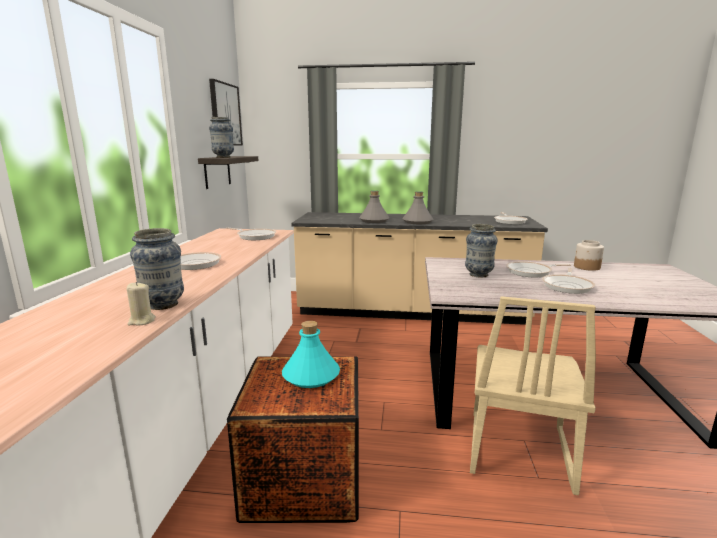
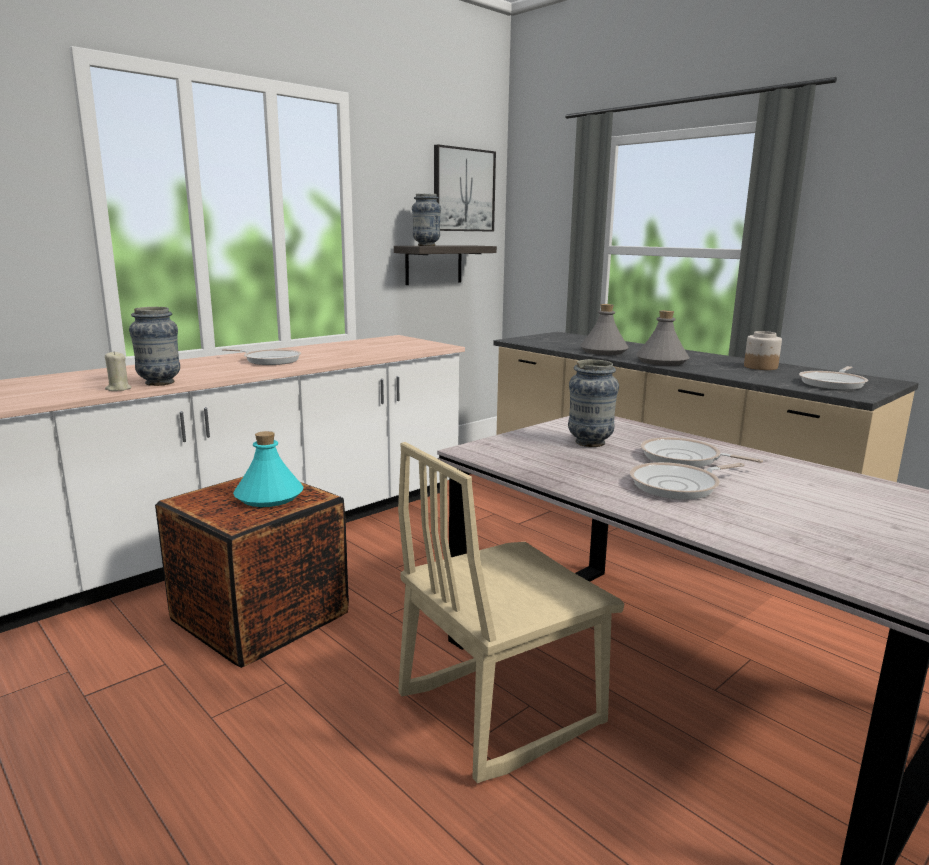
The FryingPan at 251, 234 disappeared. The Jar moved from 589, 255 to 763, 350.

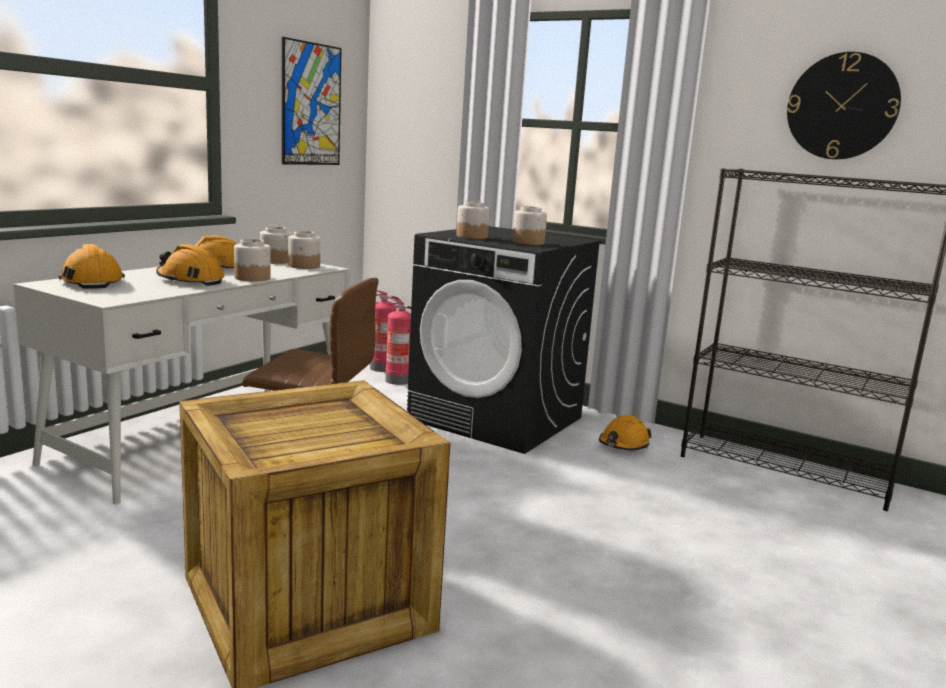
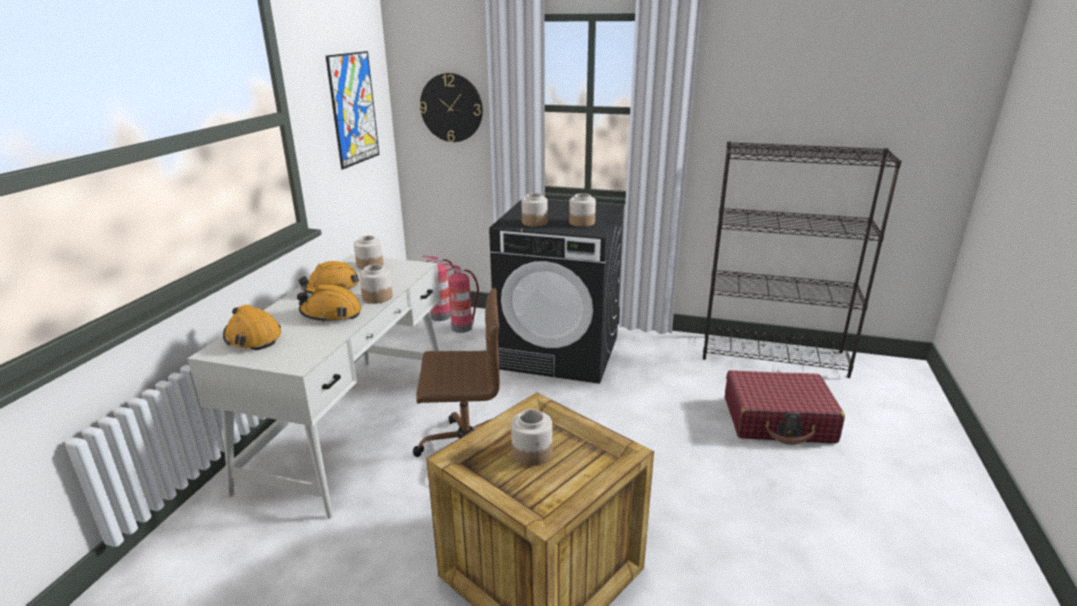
The Jar moved from 304, 250 to 531, 437. The OrangeHardHat at 625, 432 disappeared. The WallClock moved from 844, 105 to 451, 107. The RedSuitcase at 785, 407 appeared.

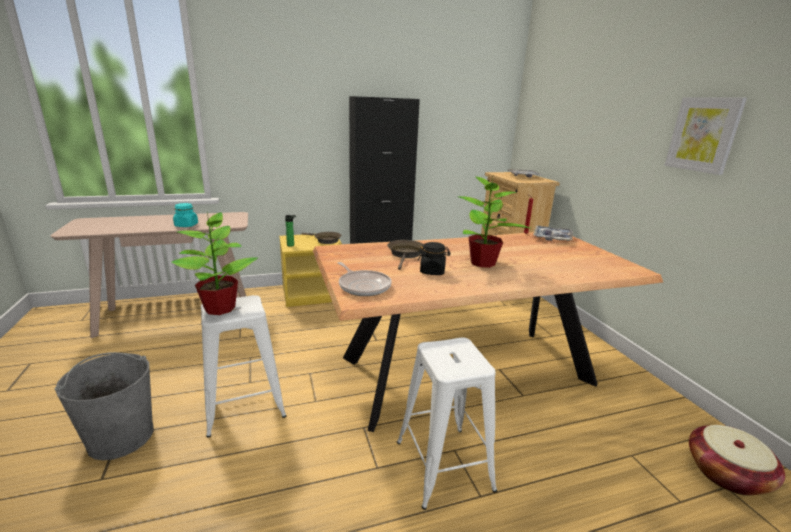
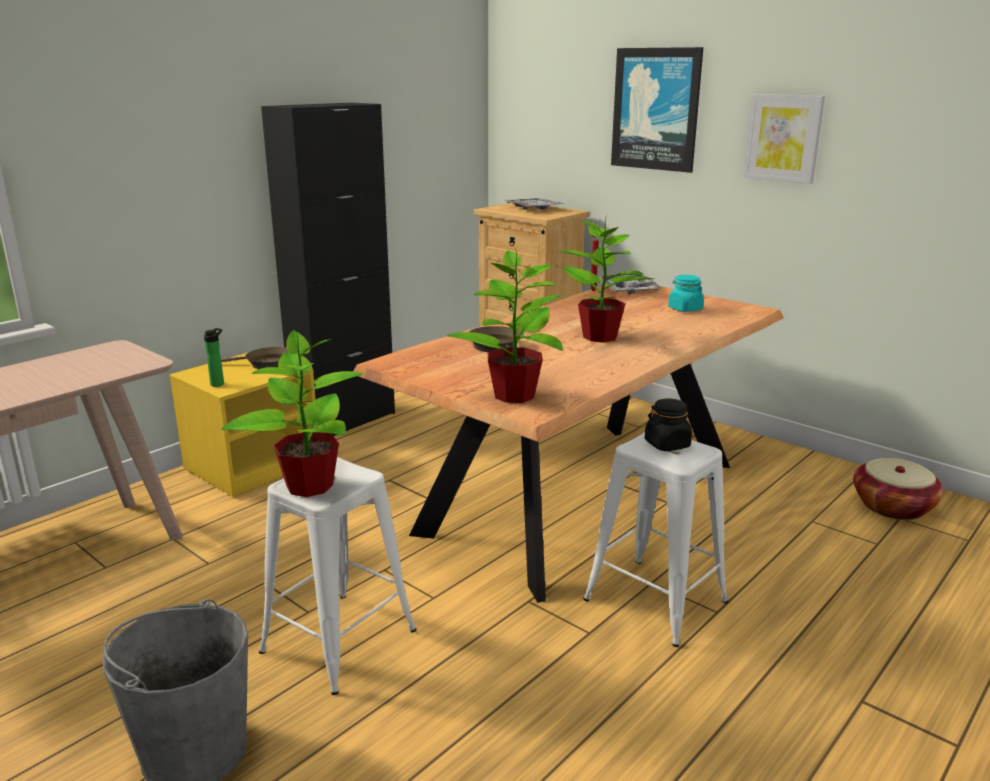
The TurquoiseJar moved from 185, 215 to 686, 293. The FryingPan at 365, 279 was replaced by the PottedPlant at 504, 326. The BlackJar moved from 434, 258 to 669, 424. The Picture at 657, 110 appeared.

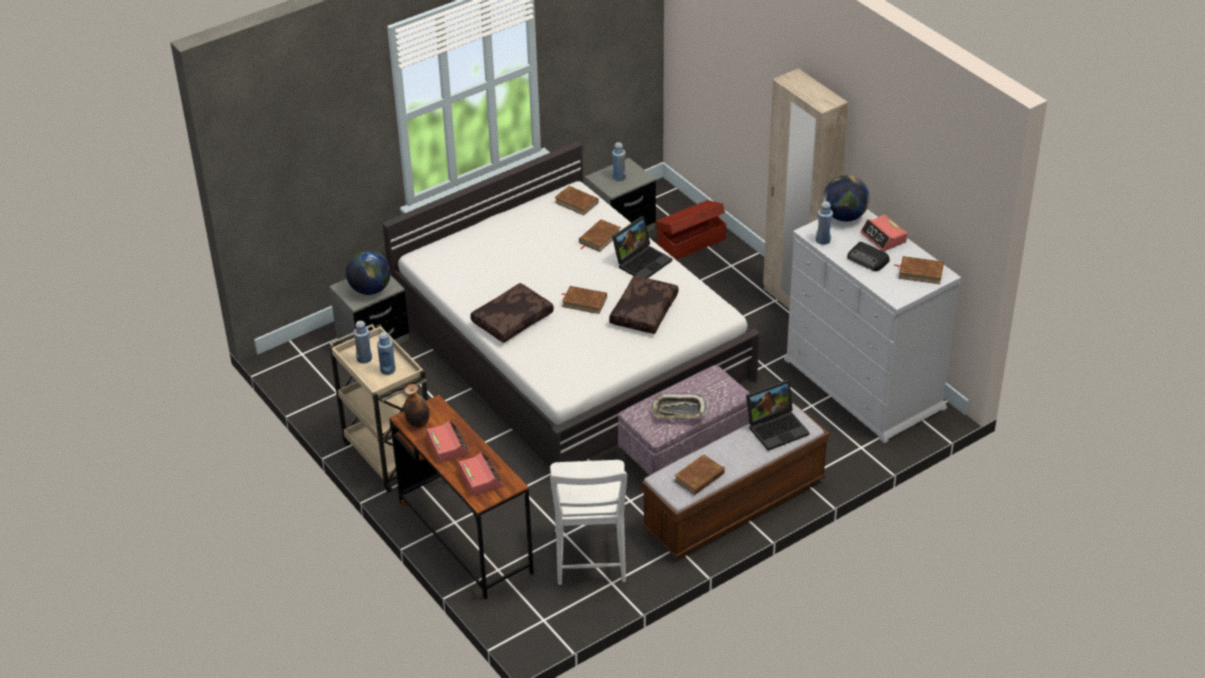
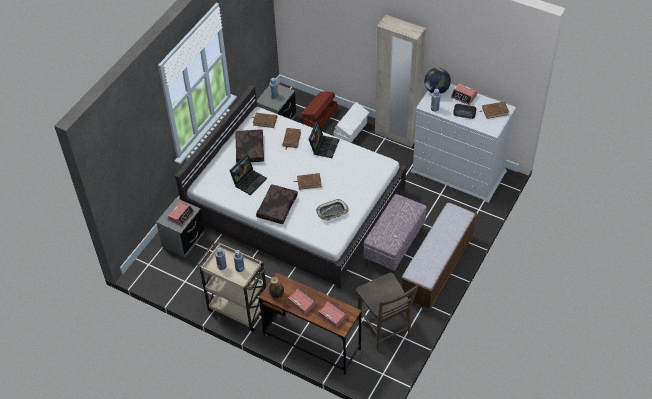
The Globe at 368, 272 was replaced by the AlarmClock at 181, 214. The WhiteChair at 588, 522 became the BrownChair at 387, 311. The BrownPillow moved from 644, 305 to 250, 146. The Tray moved from 679, 406 to 332, 210. The BrownBook at 699, 474 disappeared. The Laptop moved from 778, 415 to 248, 174. The WhiteStorageBox at 351, 122 appeared.

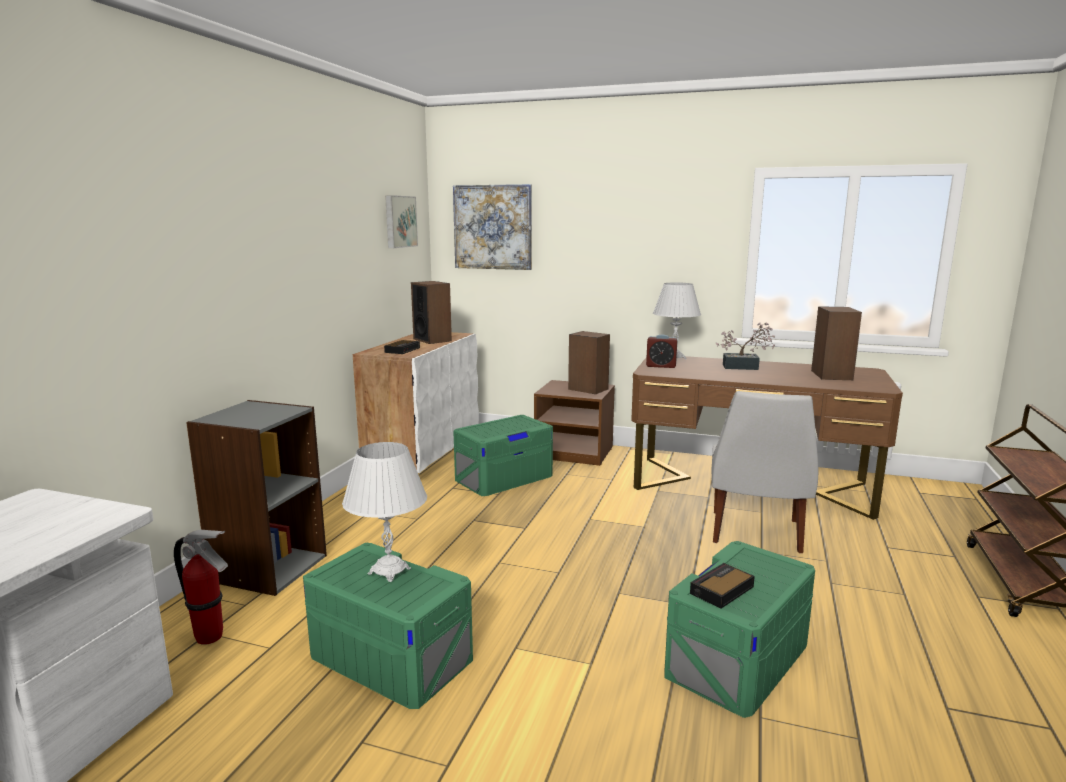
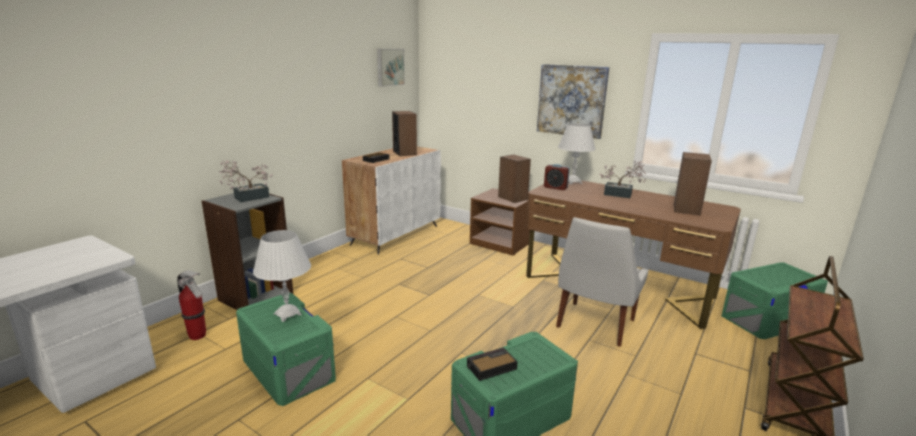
The Picture moved from 492, 227 to 573, 101. The GreenStorageBox moved from 503, 455 to 774, 300. The PottedPlant at 246, 181 appeared.

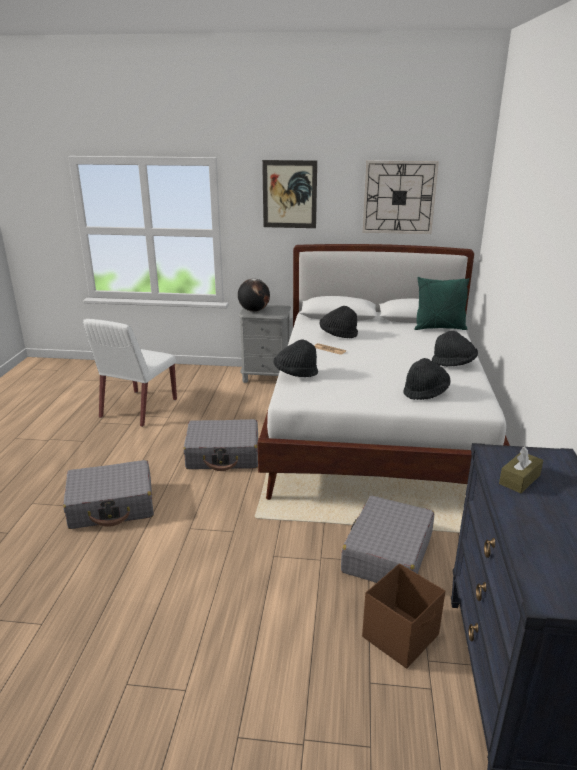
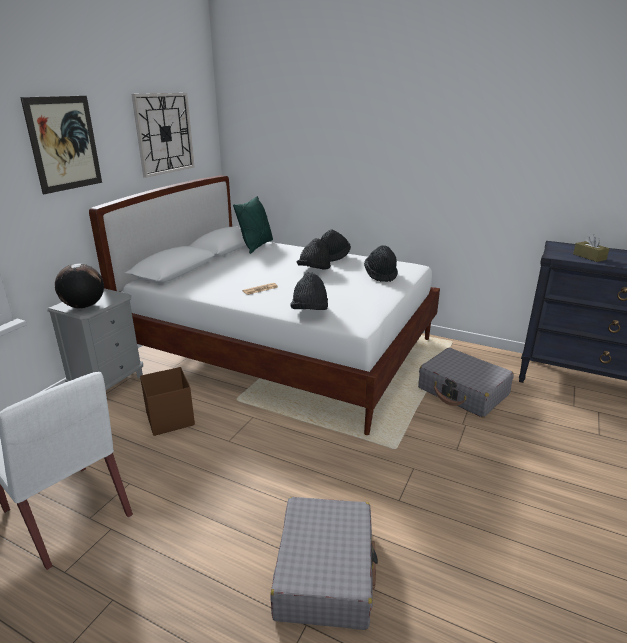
The GreySuitcase at 220, 445 disappeared. The BlackHat moved from 339, 322 to 313, 254. The BrownStorageBox moved from 403, 616 to 167, 401.

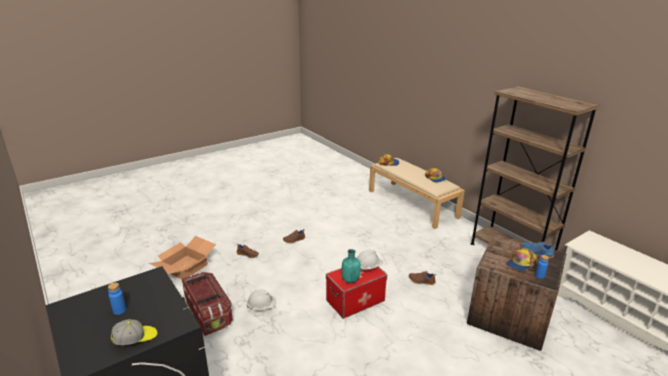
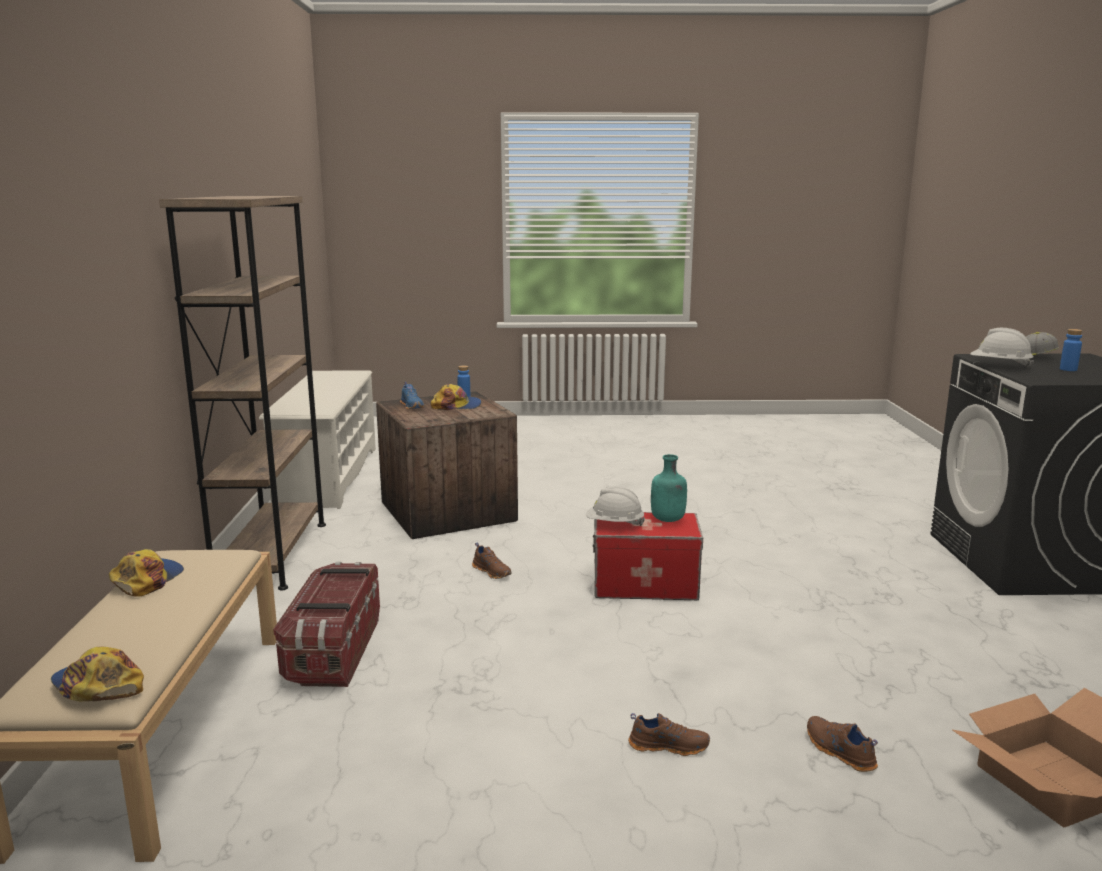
The StorageBox moved from 207, 304 to 326, 624. The WhiteHardHat moved from 261, 300 to 1002, 348.

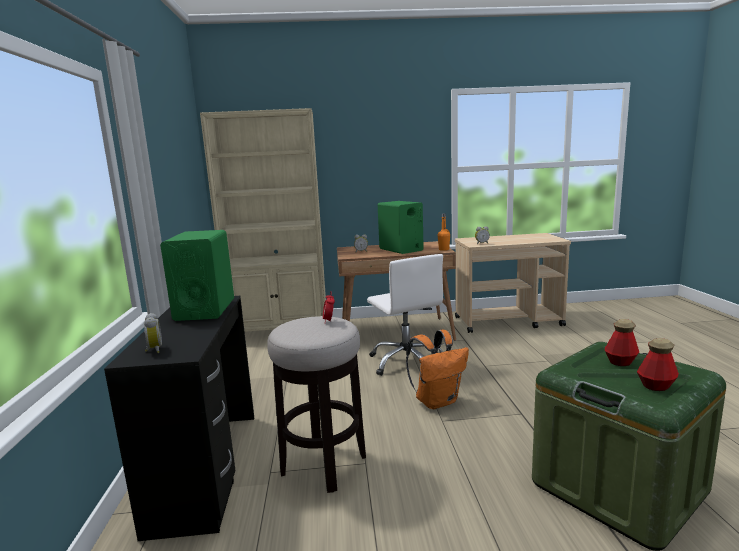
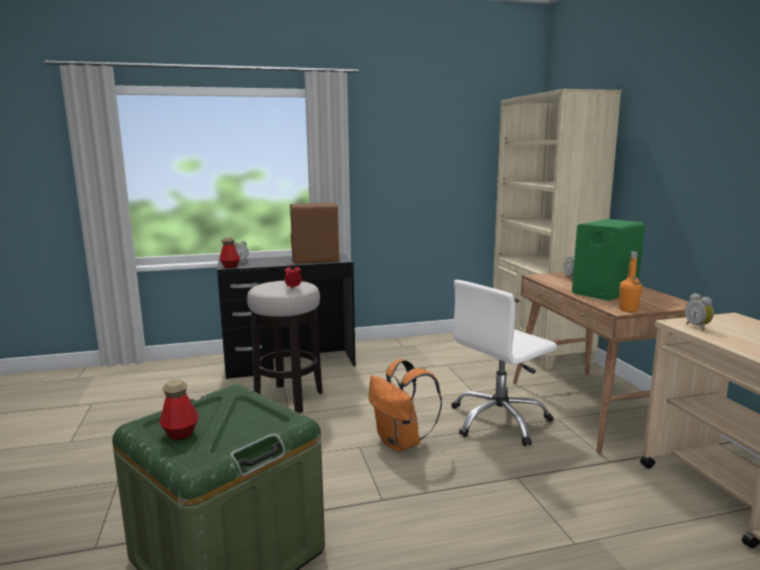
The GreenSpeaker at 197, 275 became the BrownSpeaker at 314, 233. The Bottle moved from 622, 342 to 229, 252.

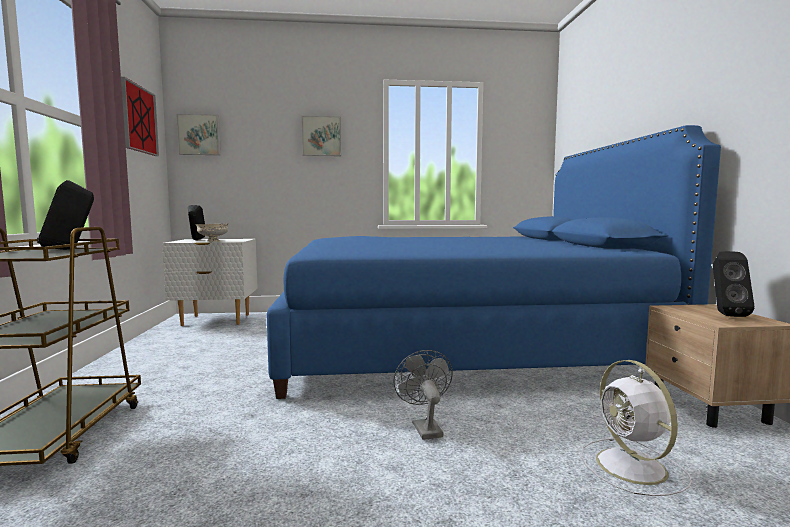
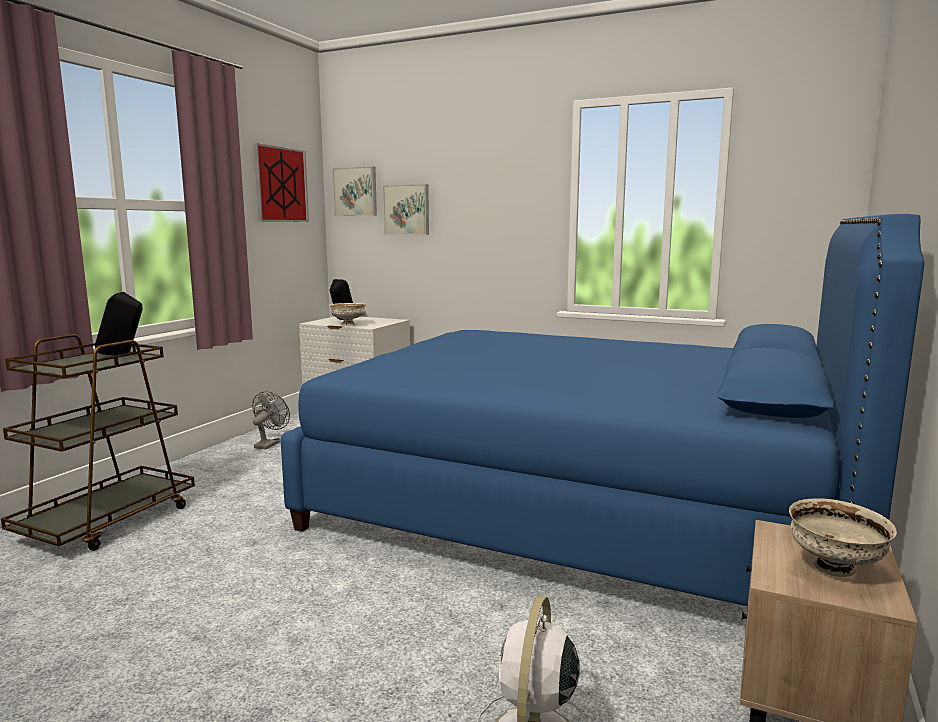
The Picture moved from 321, 136 to 406, 209. The GreyFan moved from 423, 395 to 271, 420. The BlackSpeaker at 734, 284 was replaced by the BeigeBowl at 843, 537.

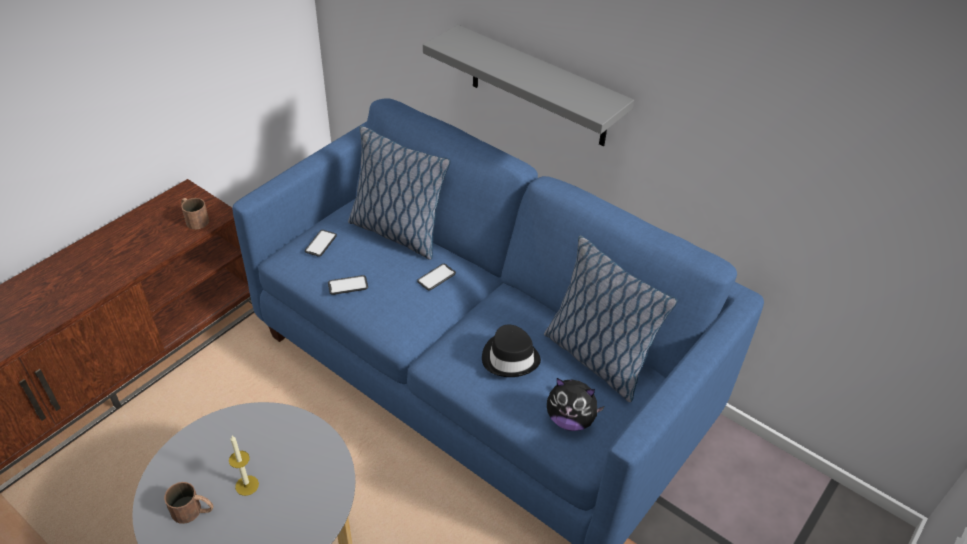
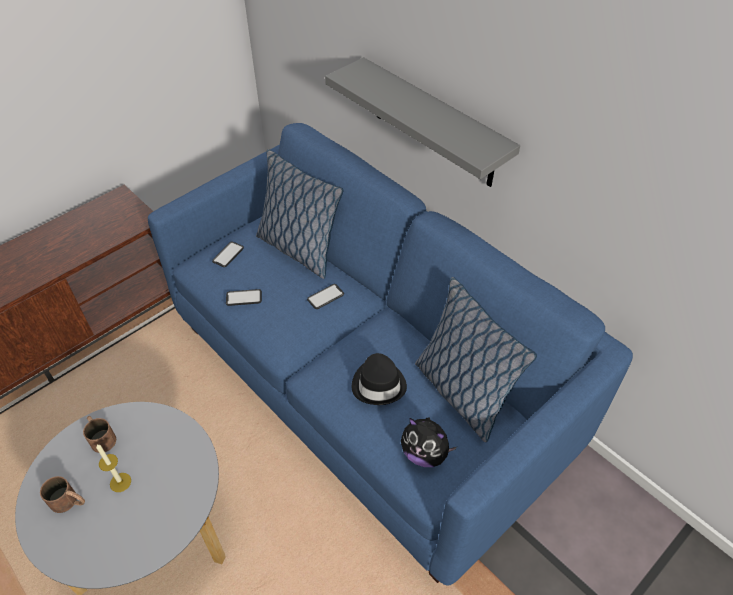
The BrownMug moved from 195, 214 to 99, 434.

